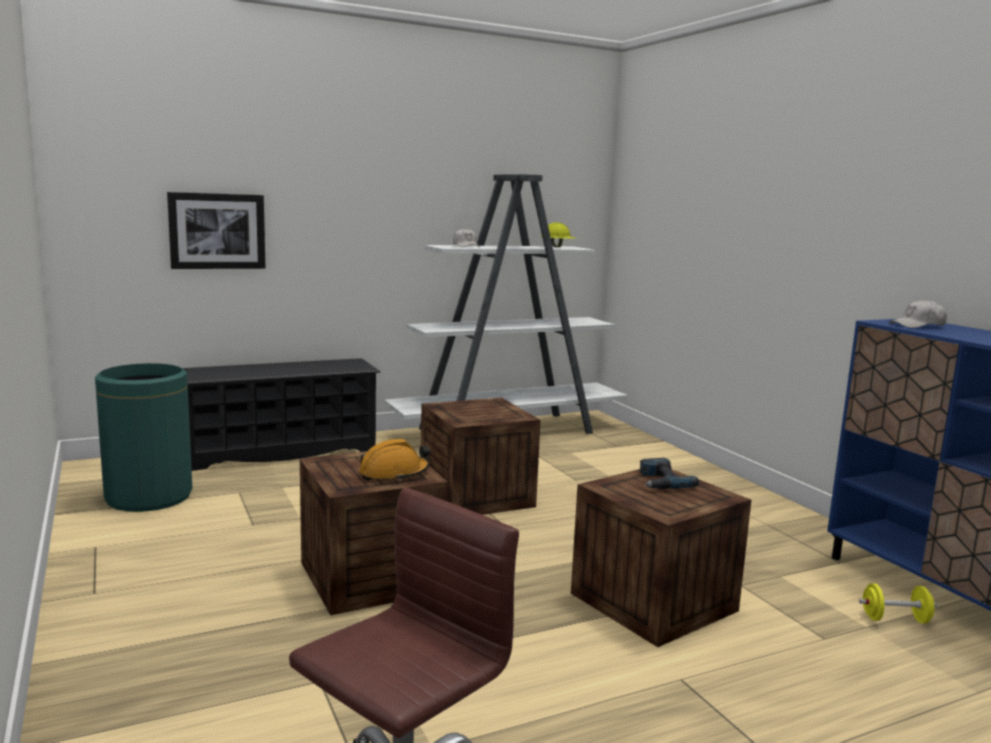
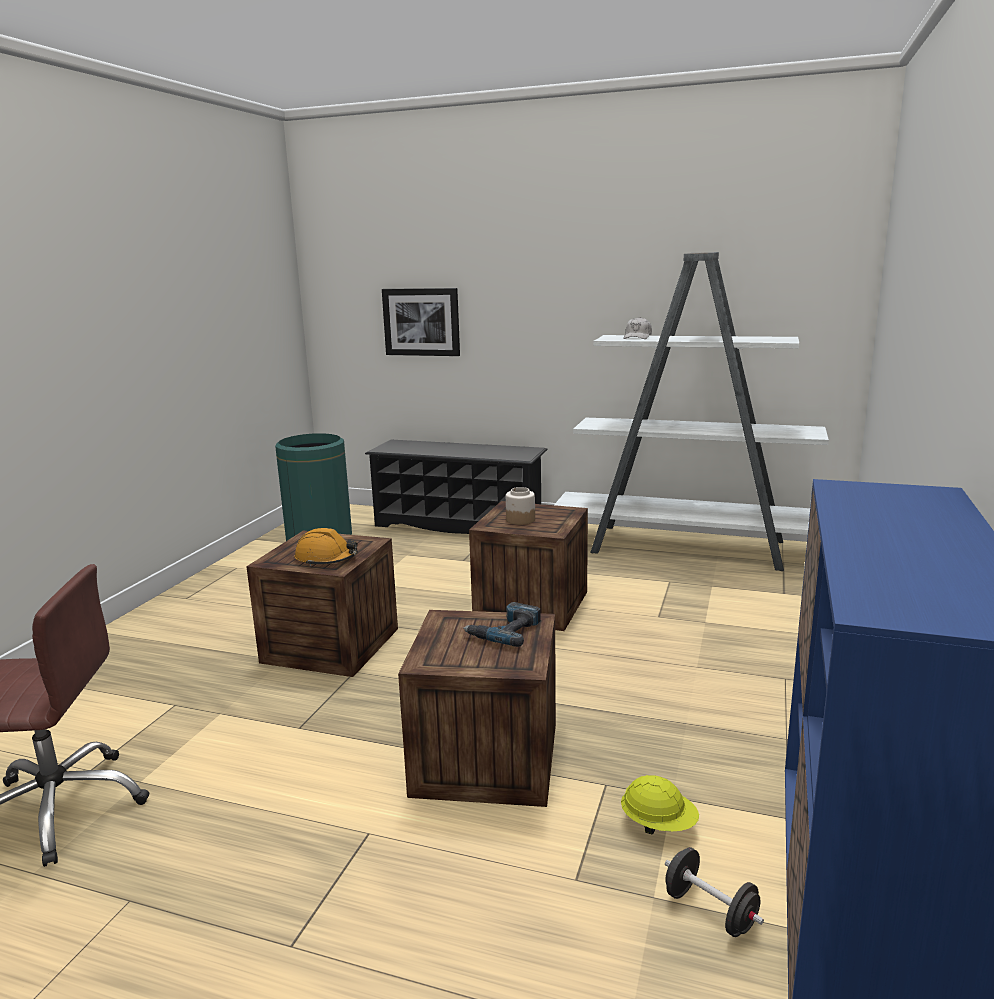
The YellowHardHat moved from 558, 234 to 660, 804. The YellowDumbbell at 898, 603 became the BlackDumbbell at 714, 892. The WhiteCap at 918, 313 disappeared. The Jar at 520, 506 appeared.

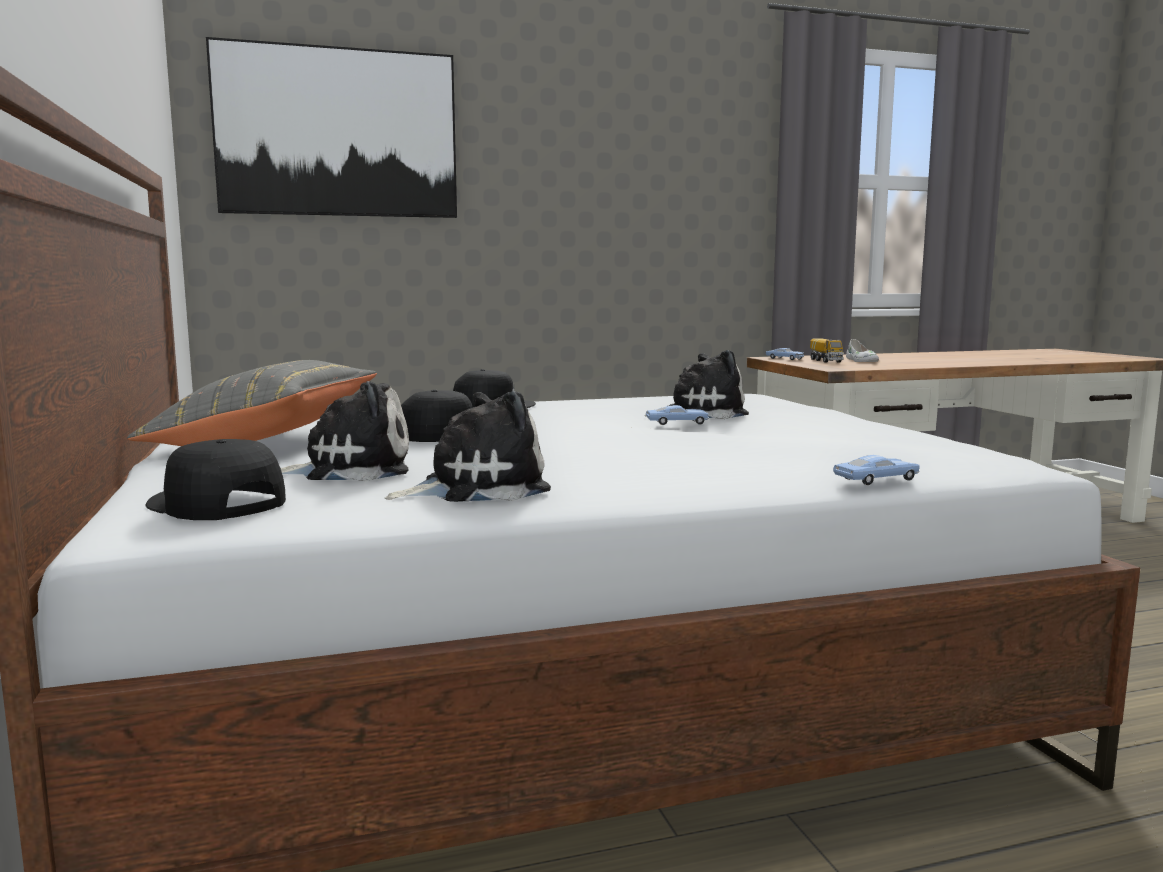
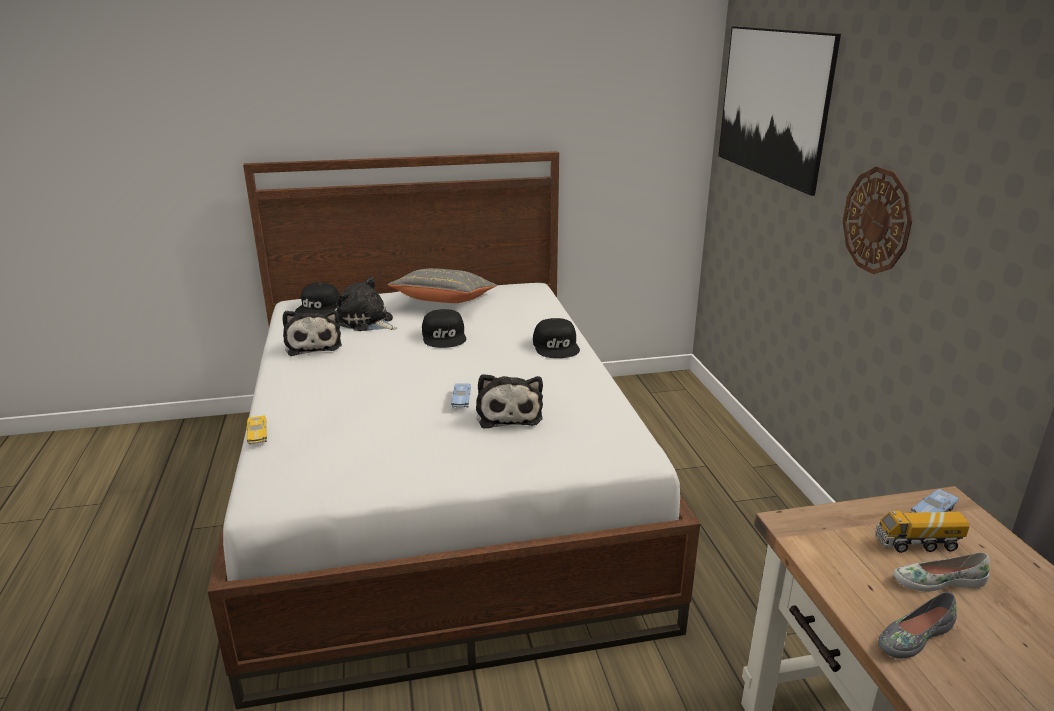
The BlackCap at 215, 479 turned 150 degrees clockwise. The PlushToy at 345, 431 turned 135 degrees clockwise. The BlueToyCar at 876, 470 became the YellowToyCar at 257, 430. The WallClock at 877, 220 appeared. The GreyShoe at 917, 625 appeared.

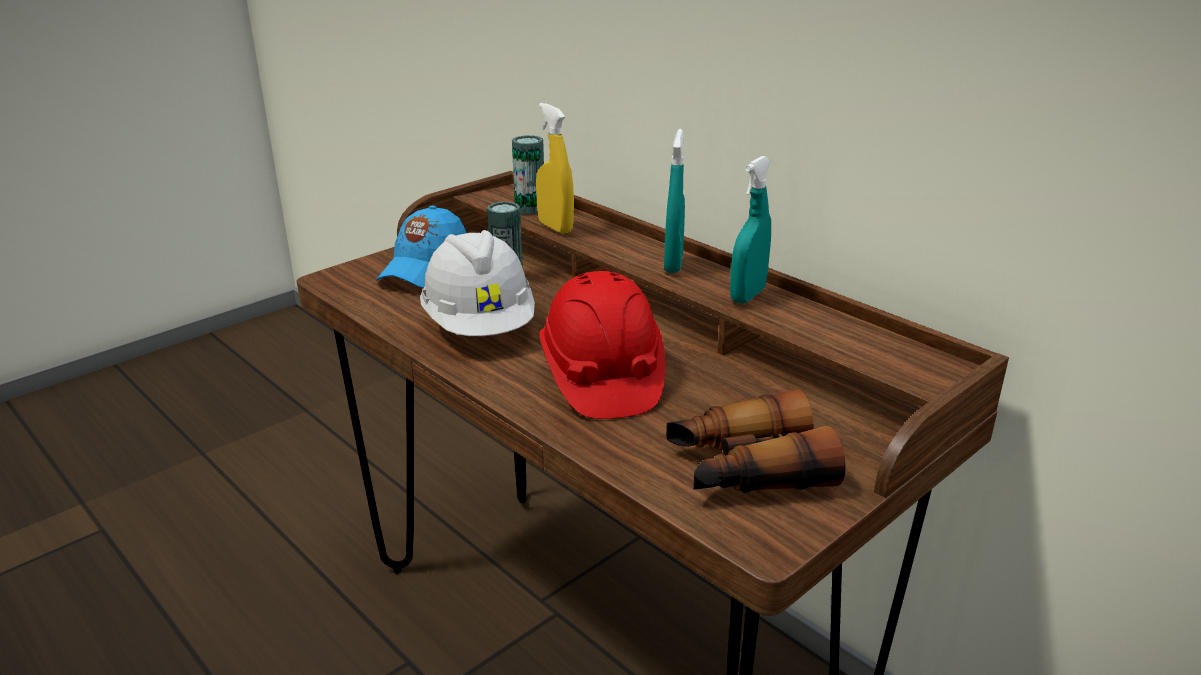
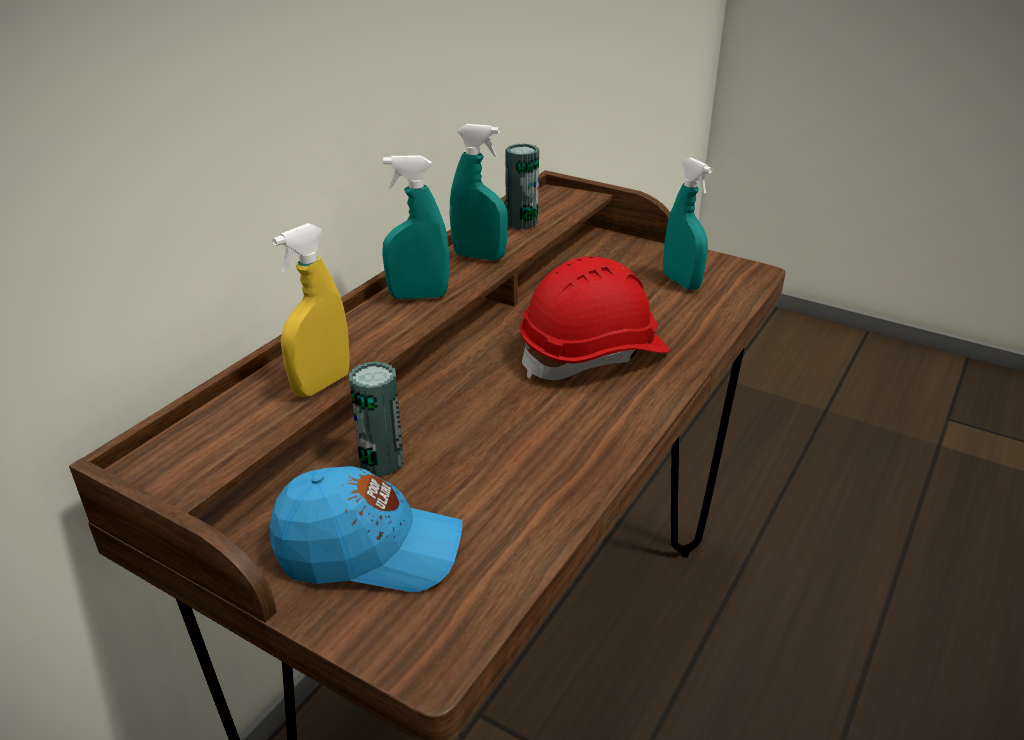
The WhiteHardHat at 477, 283 disappeared. The Can moved from 528, 174 to 522, 186. The Binoculars at 756, 441 was replaced by the TurquoiseSprayBottle at 687, 224.

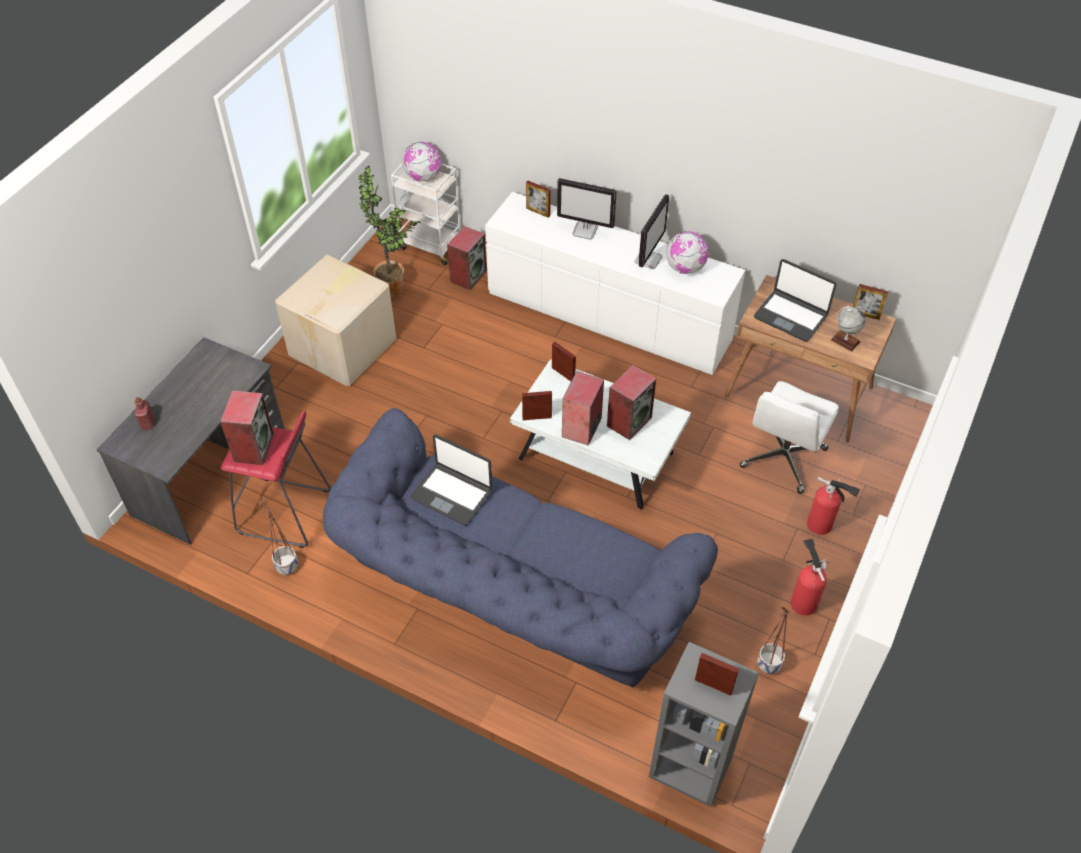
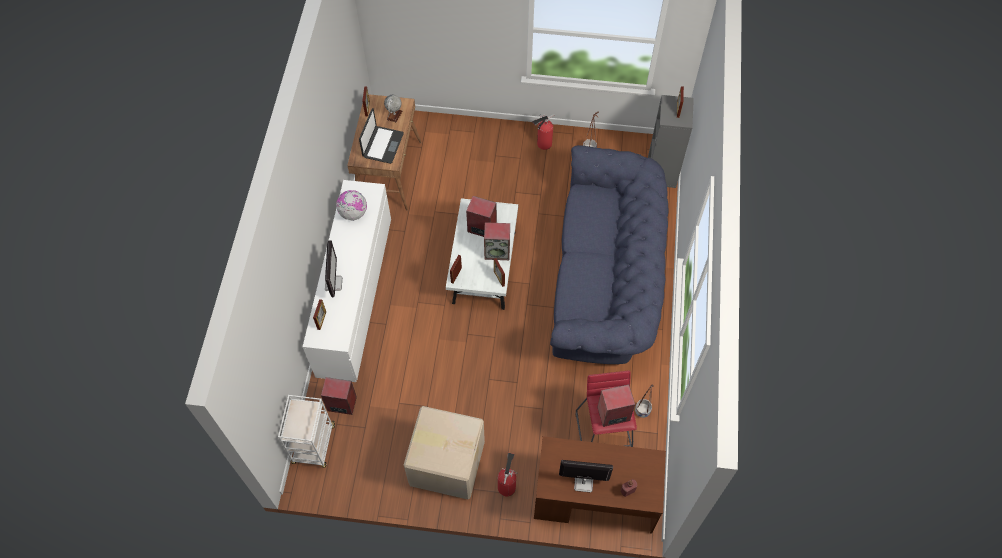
The GreyDesk at 191, 440 became the BrownDesk at 600, 485. The PottedPlant at 389, 232 disappeared. The Globe at 421, 161 disappeared. The Laptop at 451, 479 disappeared. The Monitor moved from 651, 231 to 586, 476. The WhiteOfficeChair at 789, 437 disappeared. The FireExtinguisher moved from 834, 506 to 507, 474.

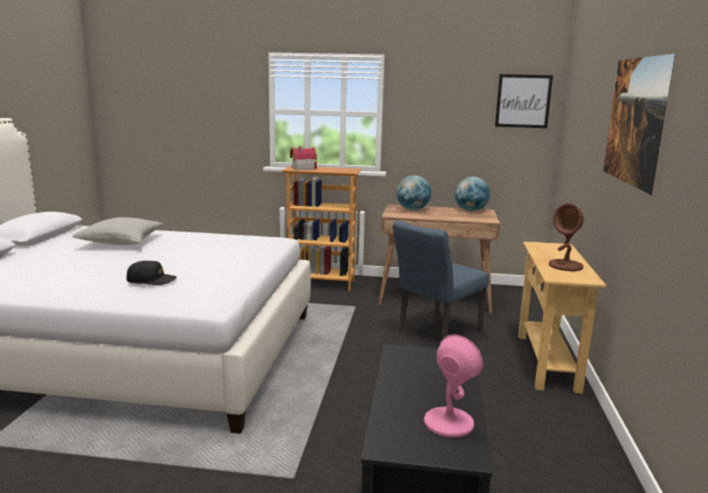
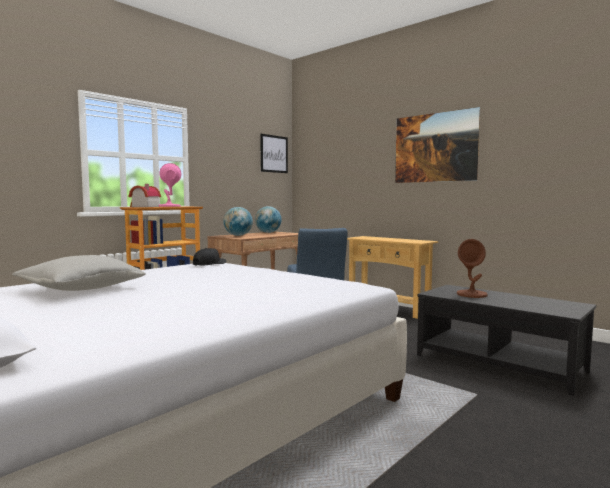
The BlackCap moved from 152, 273 to 209, 257. The PinkTableLamp moved from 453, 386 to 170, 185. The BrownTableLamp moved from 566, 237 to 472, 268.

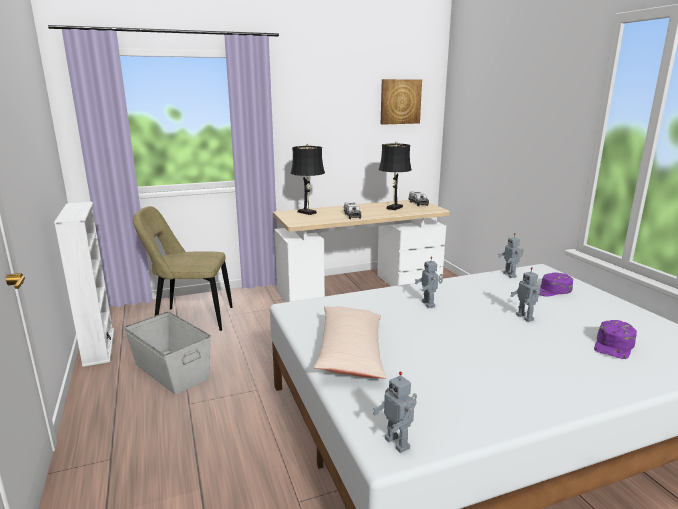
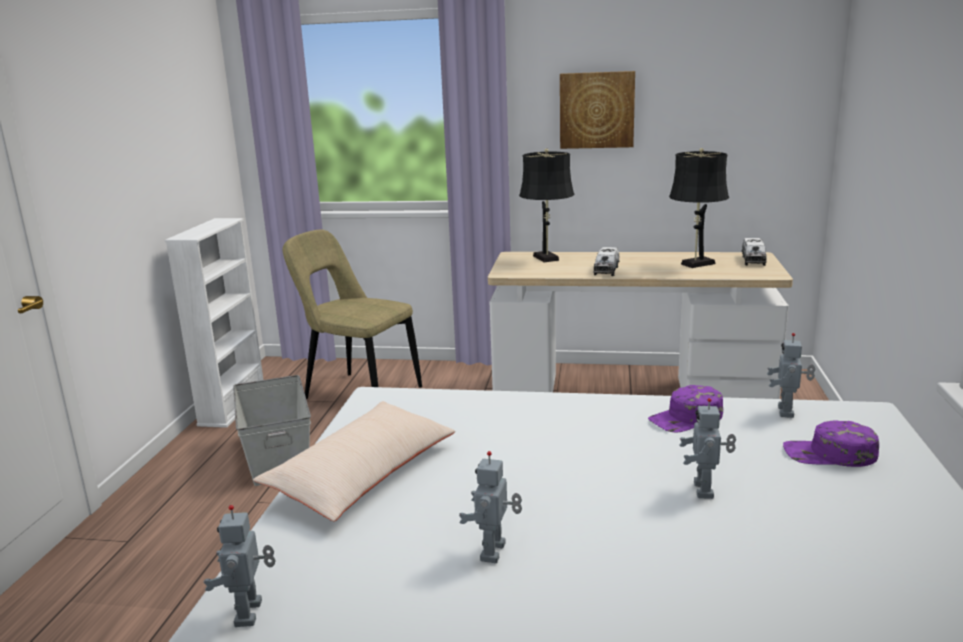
The Picture moved from 401, 102 to 597, 110. The ToyRobot moved from 429, 282 to 490, 507. The PurpleCap moved from 615, 339 to 685, 409.

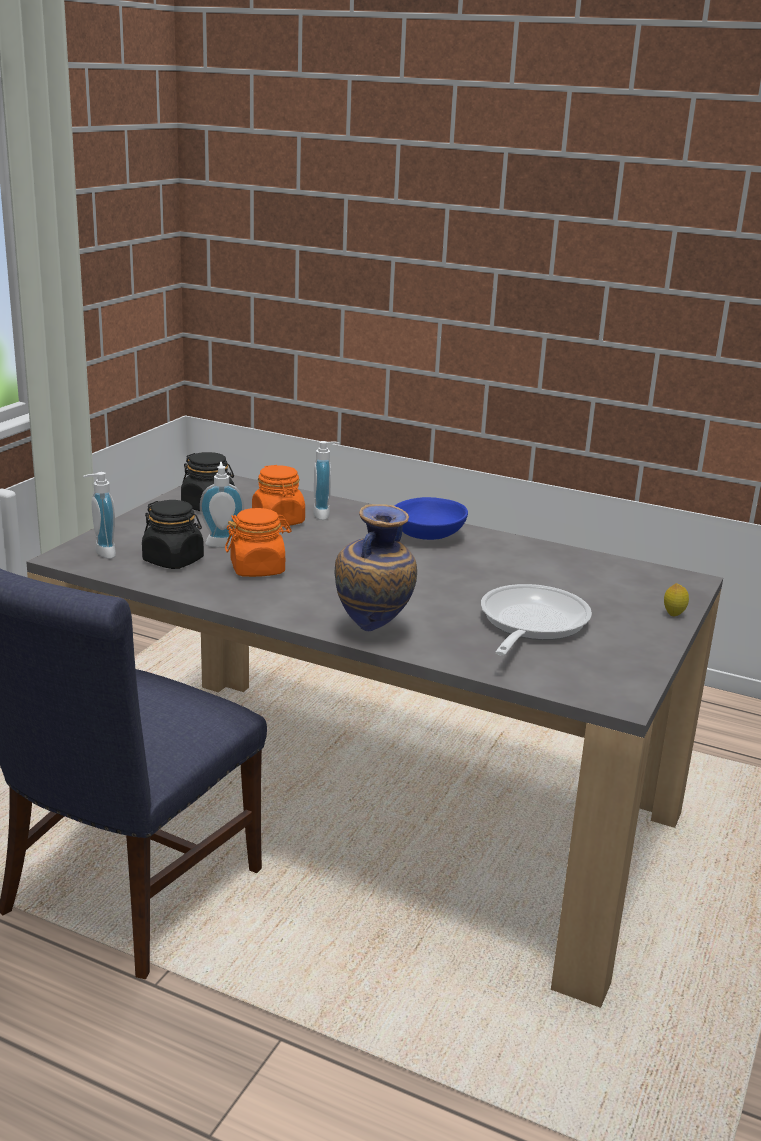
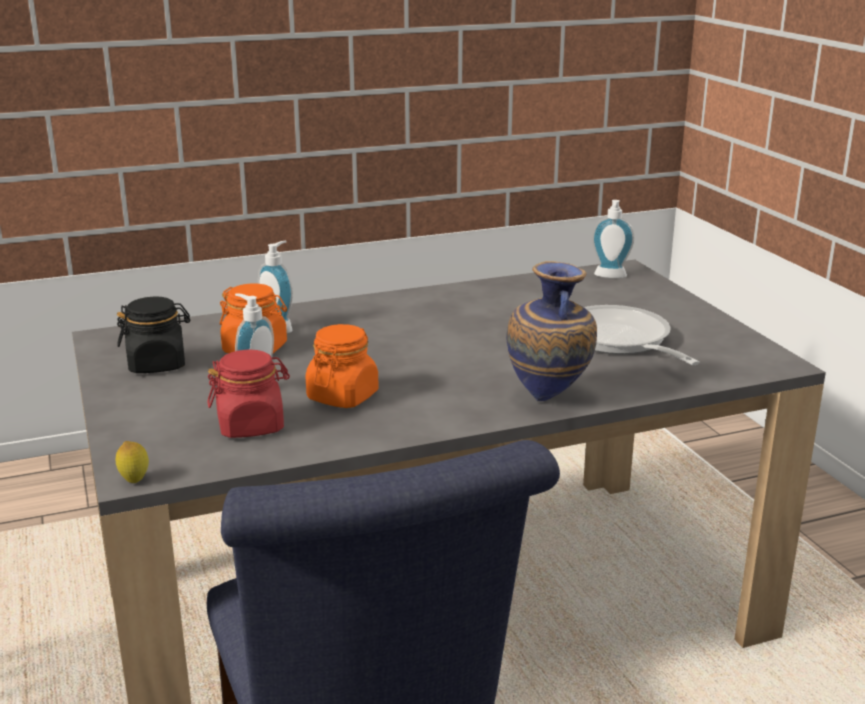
The SoapDispenser moved from 99, 515 to 613, 239. The BlackJar at 173, 534 became the RedJar at 248, 393. The BlueBowl at 431, 518 disappeared. The Lemon moved from 676, 599 to 132, 462.

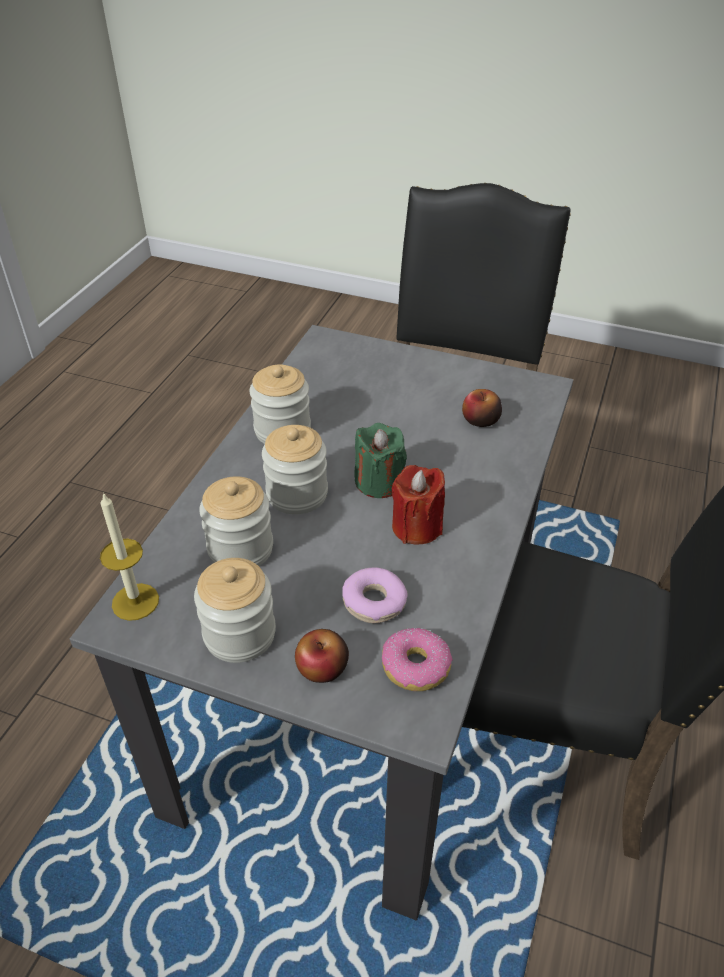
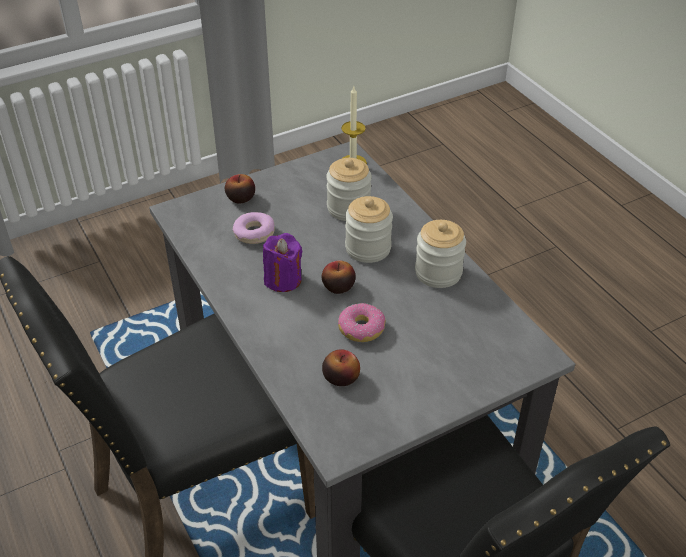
The Jar at 235, 610 disappeared. The GreenCandle at 380, 460 was replaced by the Apple at 338, 277. The Donut moved from 417, 659 to 361, 322. The RedCandle at 418, 504 became the PurpleCandle at 283, 262.

